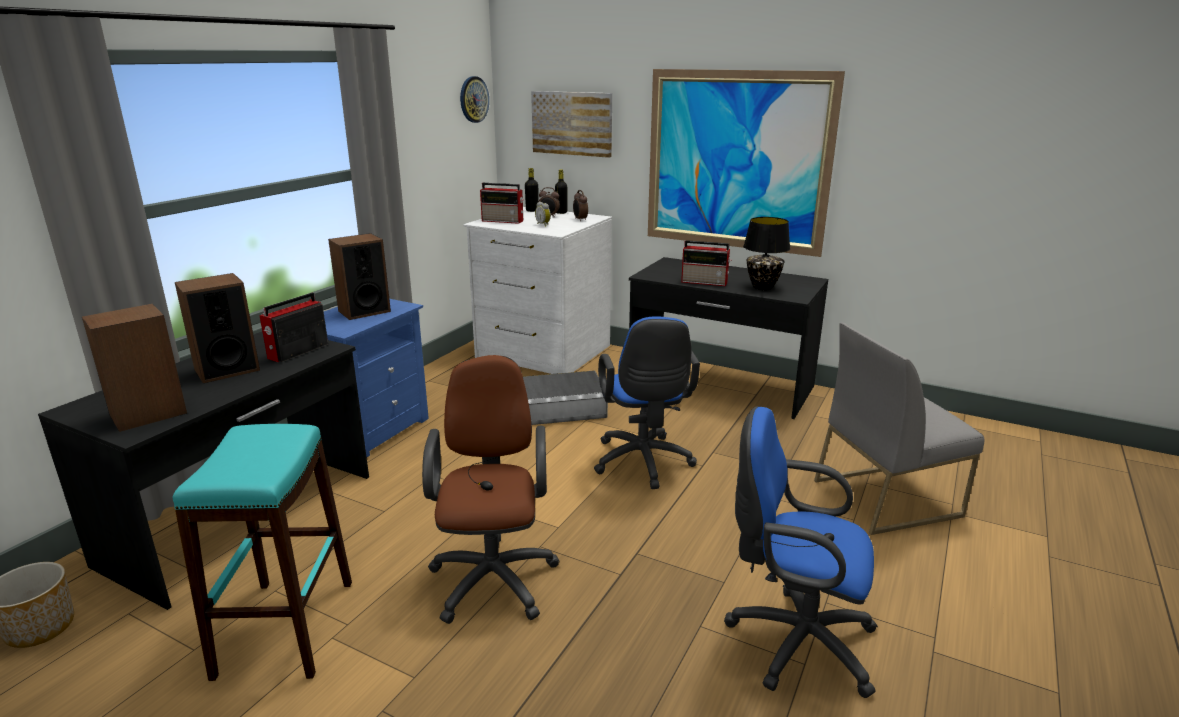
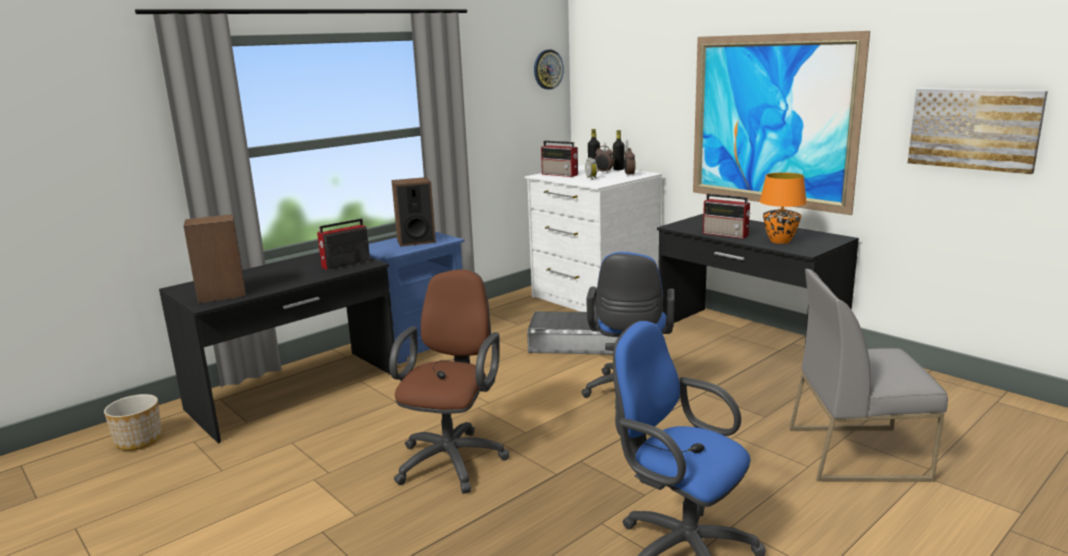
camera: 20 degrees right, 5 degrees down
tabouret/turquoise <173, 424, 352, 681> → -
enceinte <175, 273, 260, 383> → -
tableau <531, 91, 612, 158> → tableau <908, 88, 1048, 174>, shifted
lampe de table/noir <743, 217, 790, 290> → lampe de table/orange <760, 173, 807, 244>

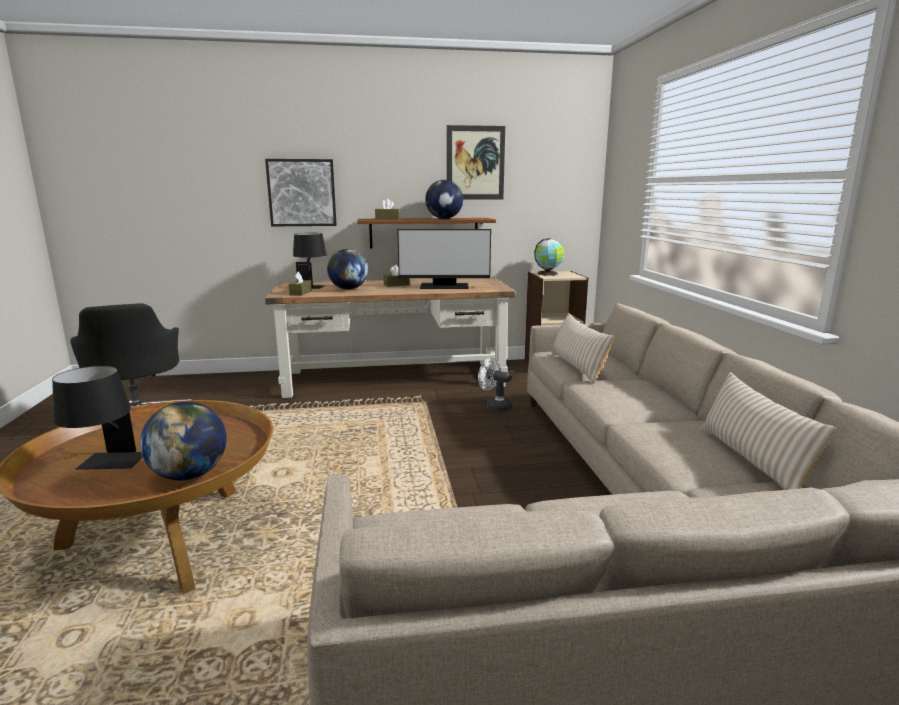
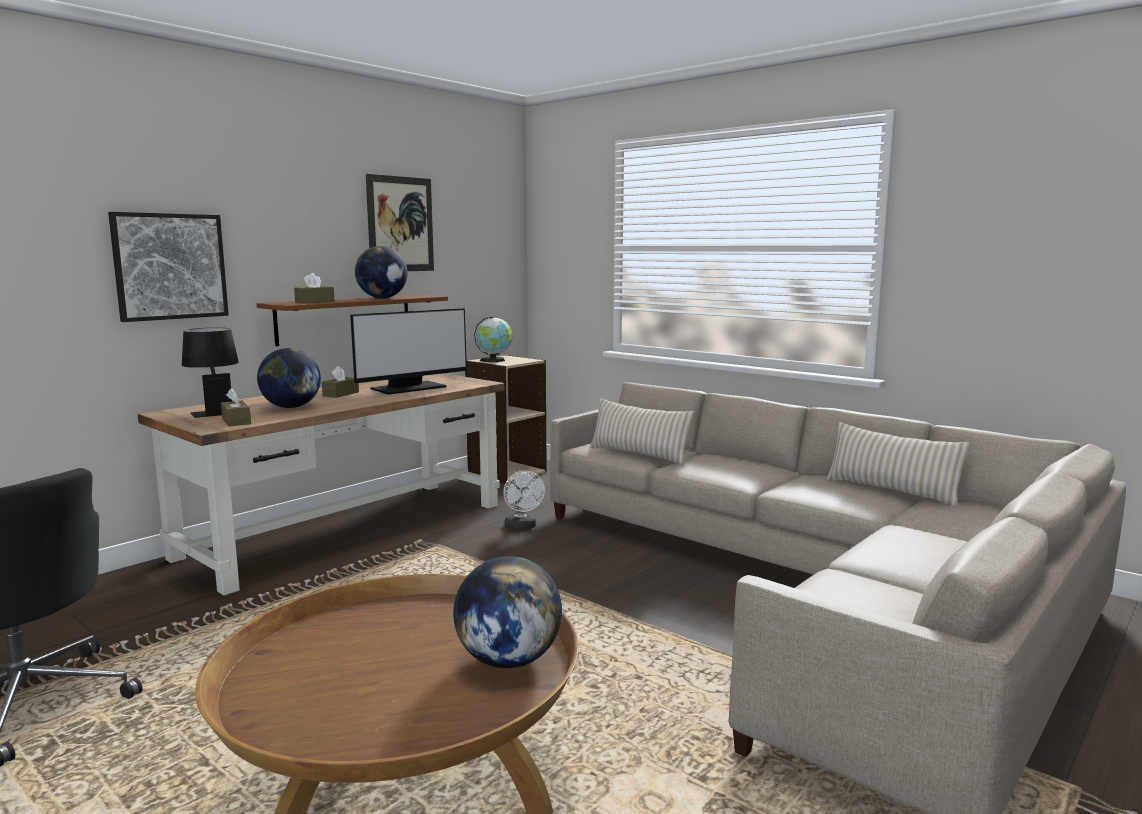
camera: 40 degrees left, 5 degrees down
lampe de table/noir <52, 366, 143, 470> → -
ventilateur/blanc <478, 358, 512, 411> → ventilateur/blanc <503, 470, 545, 530>, 105 degrees counterclockwise

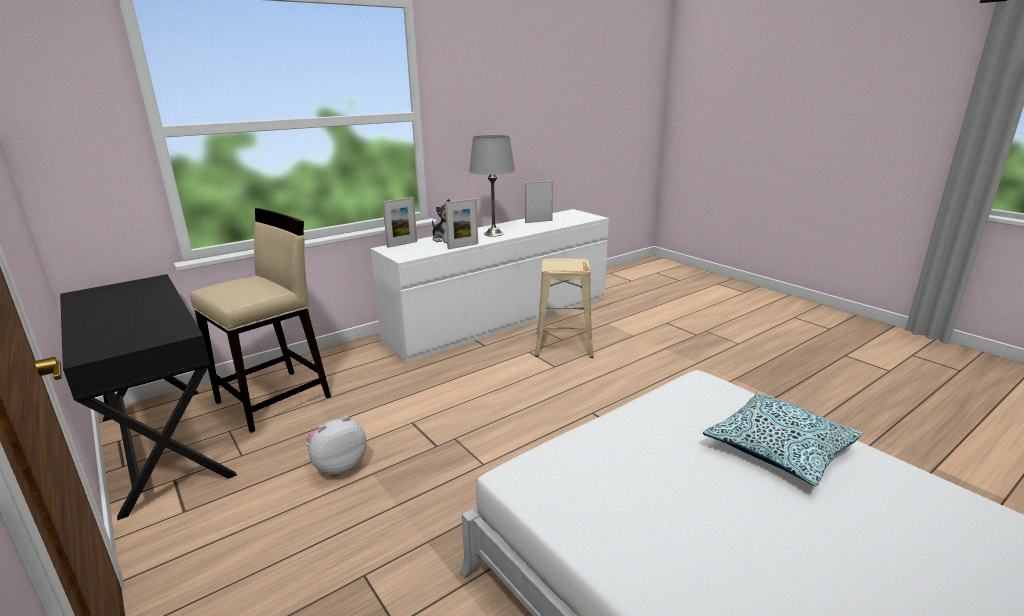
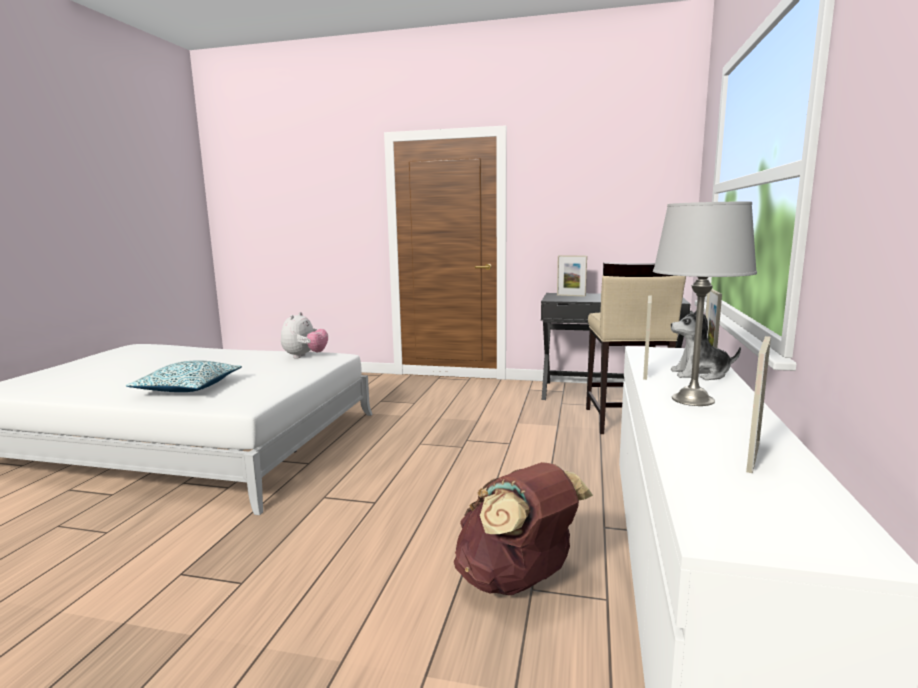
camera: 140 degrees right, 10 degrees down
peluche <306, 416, 367, 477> → peluche <281, 312, 328, 359>, shifted
tabouret/beige <535, 258, 593, 358> → sac à dos/marron <454, 462, 593, 595>
- → cadre photo <557, 255, 587, 297>

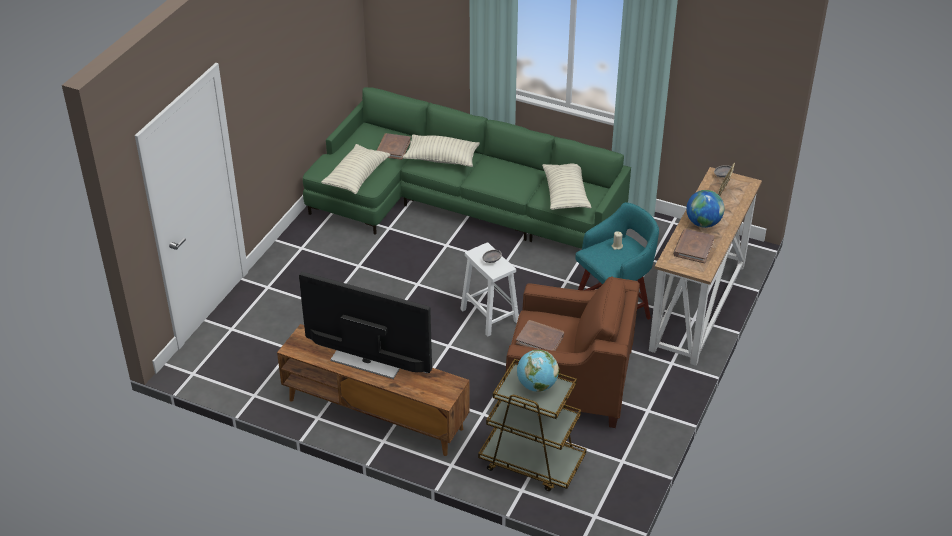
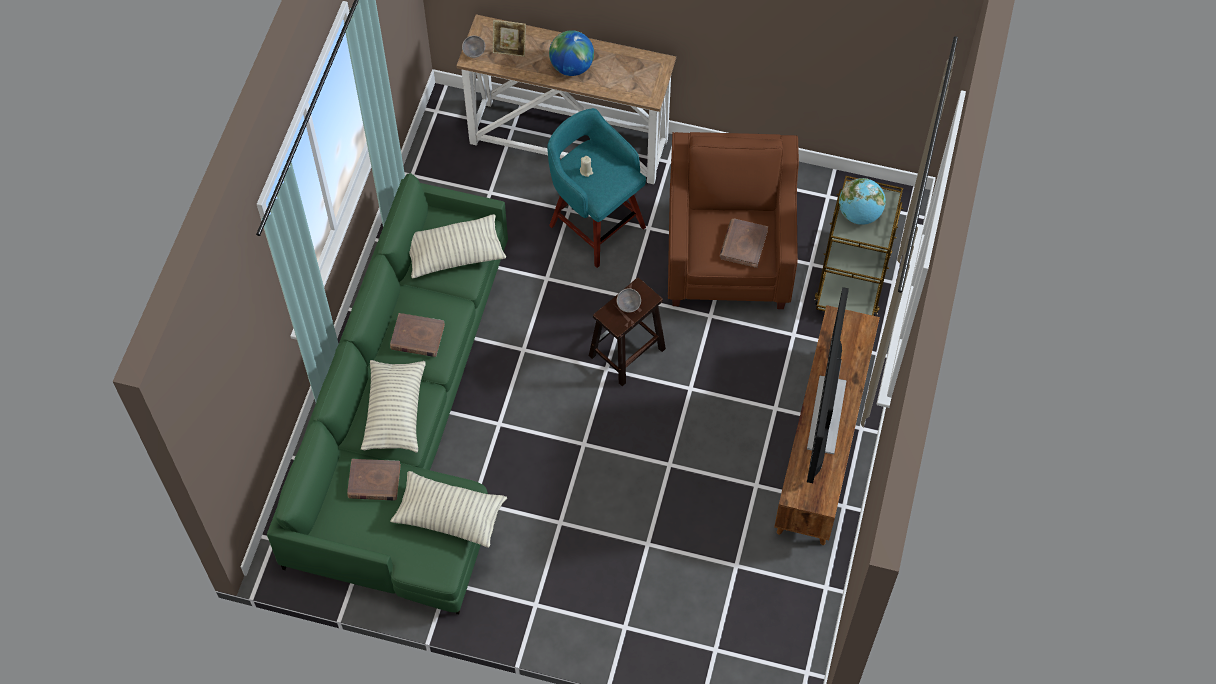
camera: 100 degrees left, 20 degrees up
tabouret/blanc <460, 242, 519, 337> → tabouret/marron <589, 278, 666, 386>
livre/marron <673, 229, 714, 263> → livre/marron <390, 313, 445, 357>, shifted

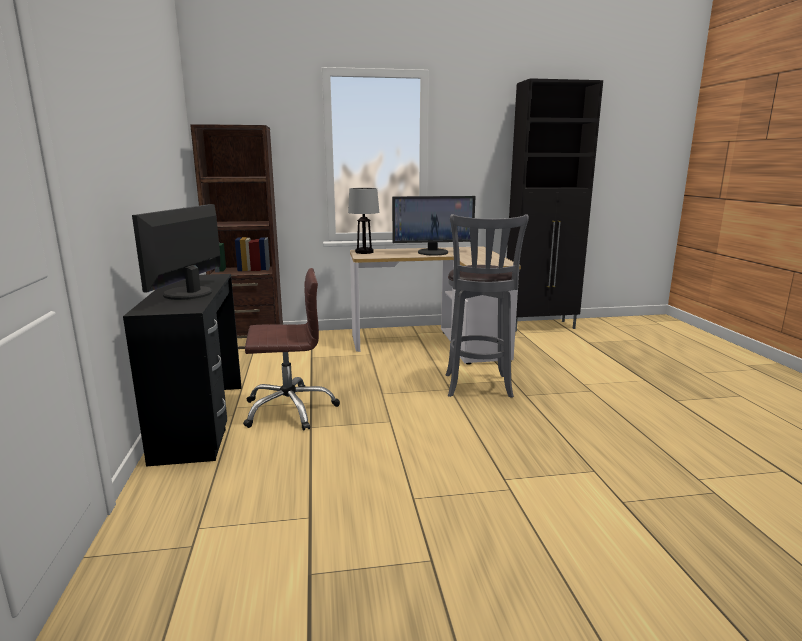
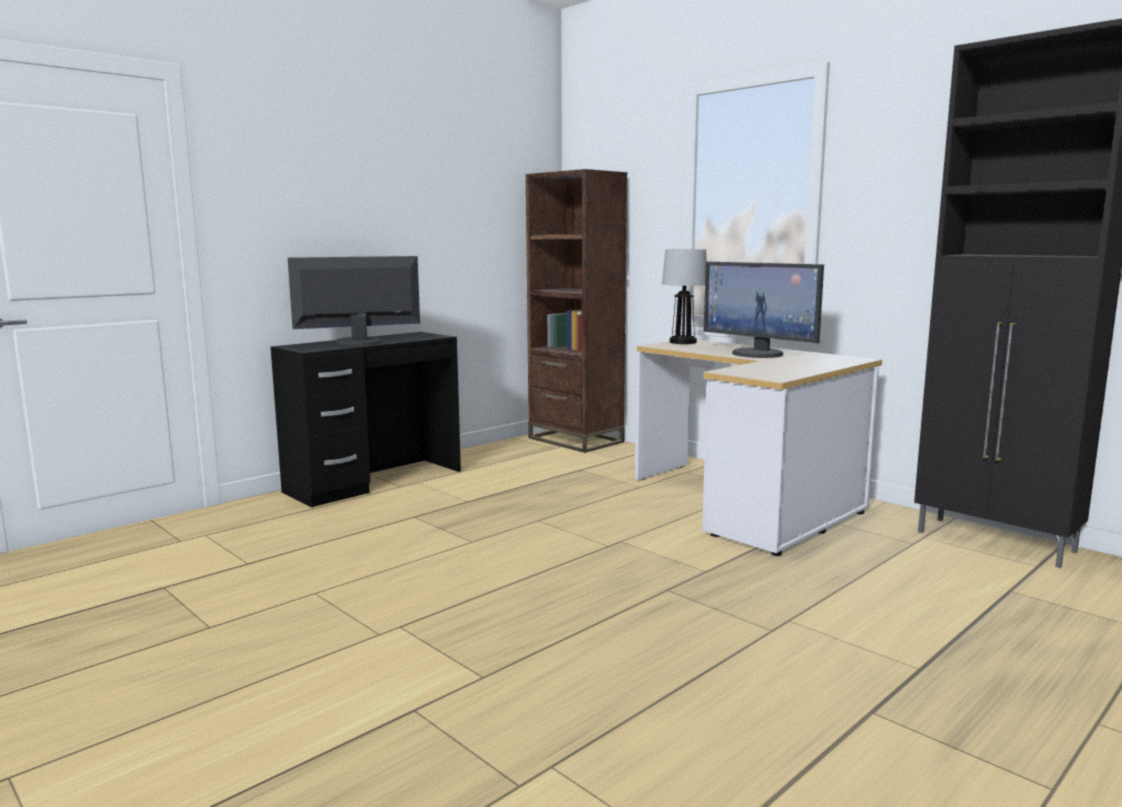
camera: 55 degrees right, 5 degrees down
chaise de bureau/marron <243, 268, 340, 431> → -
tabouret/gris <446, 214, 529, 398> → -

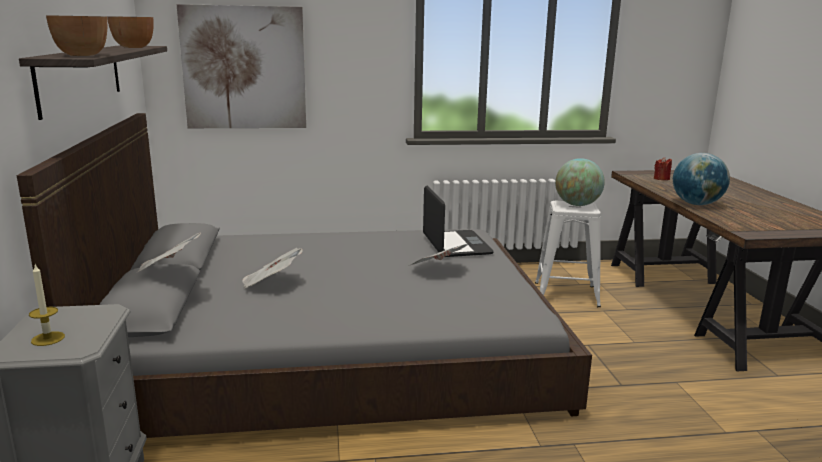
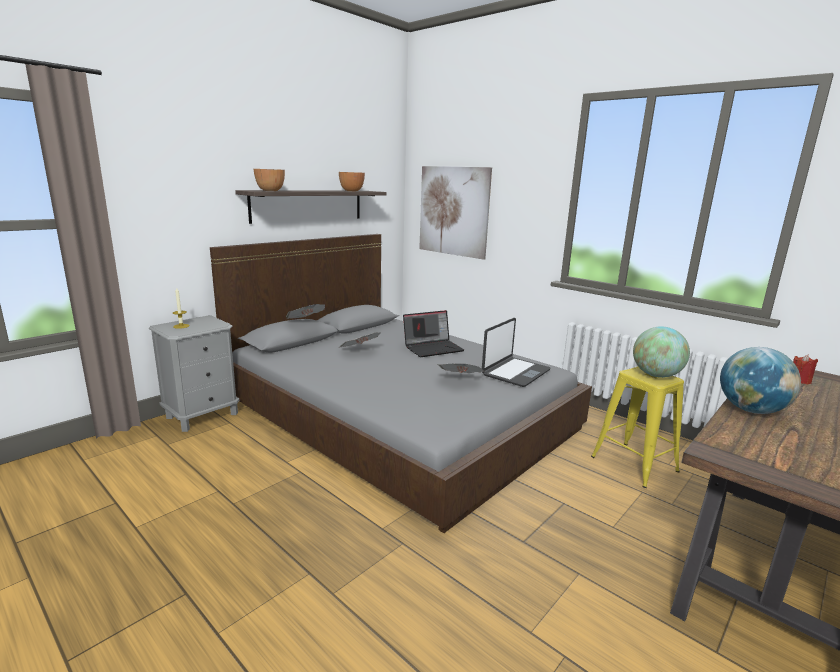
camera: 50 degrees right, 0 degrees up
tabouret/blanc <535, 201, 601, 307> → tabouret/jaune <591, 366, 684, 488>
- → ordinateur portable <403, 310, 464, 357>

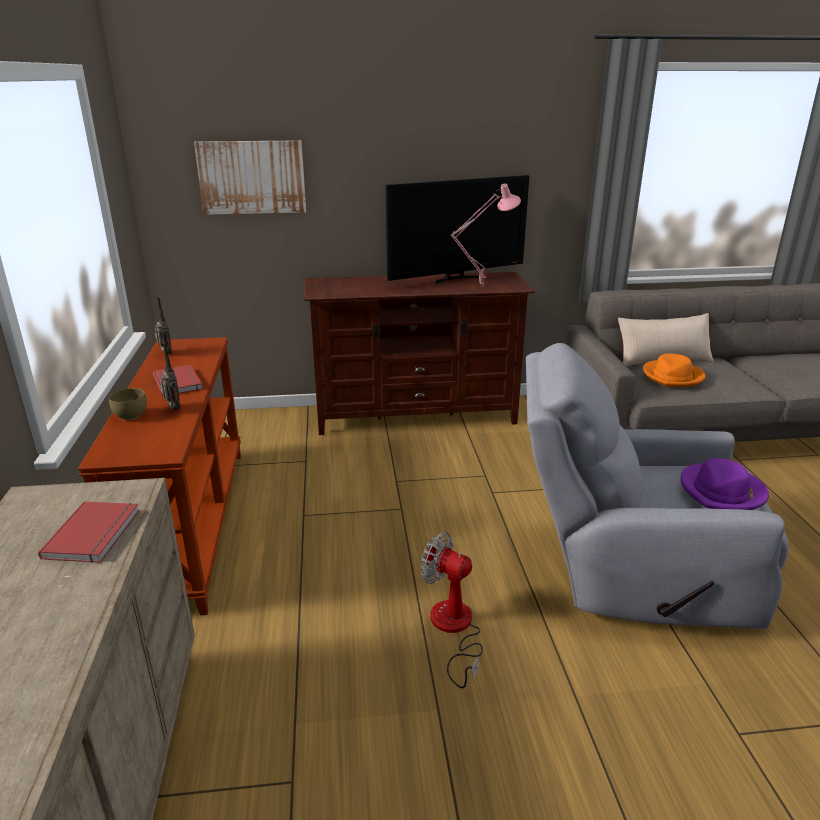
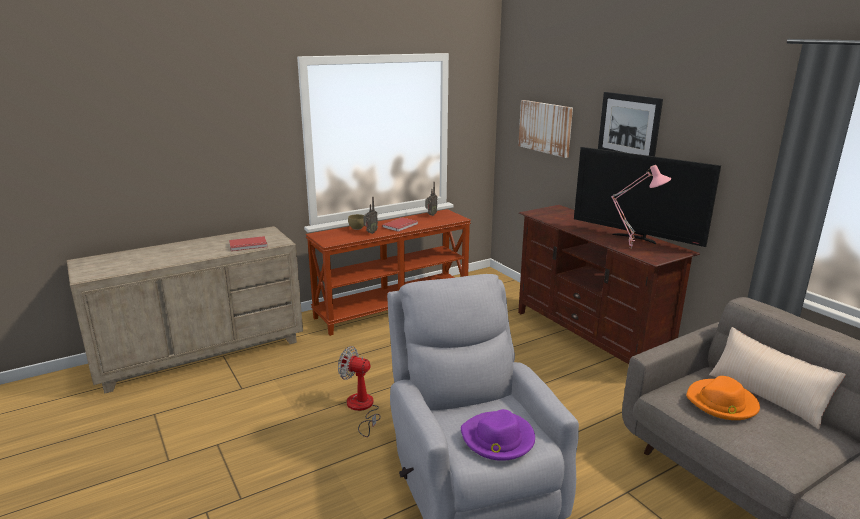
camera: 65 degrees right, 5 degrees down
ventilateur <421, 532, 483, 688> → ventilateur <338, 346, 380, 437>, 75 degrees counterclockwise
- → tableau <598, 92, 663, 157>

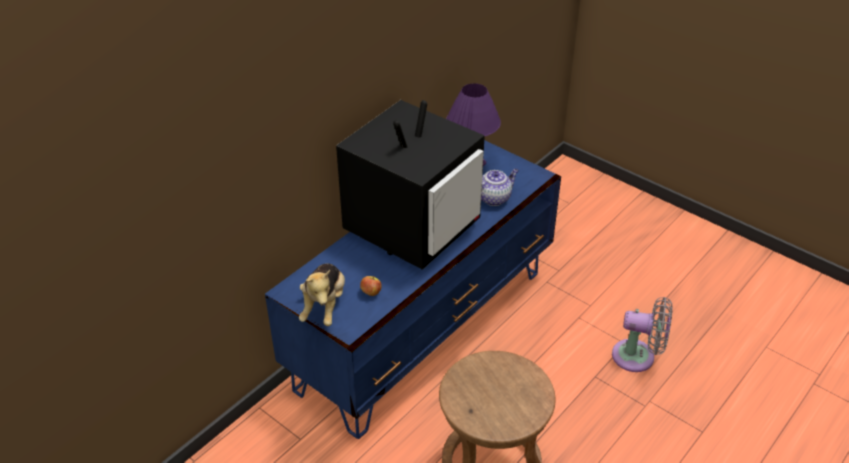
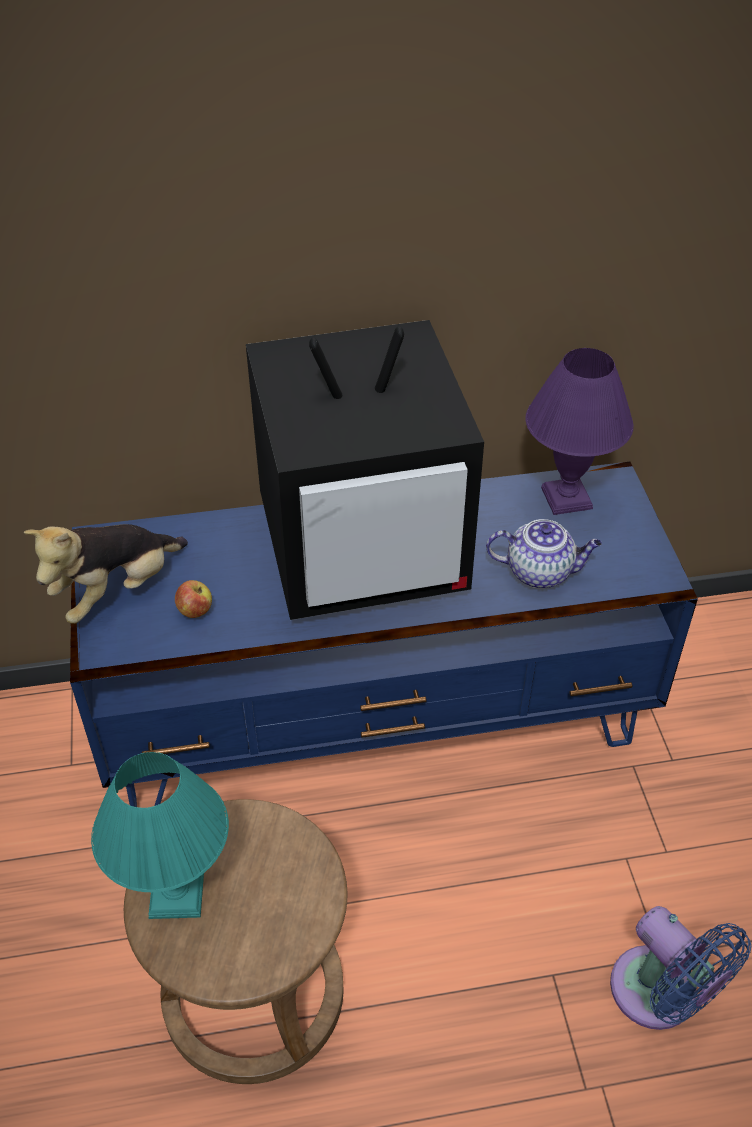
camera: 40 degrees right, 5 degrees up
ventilateur/gris <612, 297, 673, 372> → ventilateur/bleu <610, 906, 751, 1030>
- → lampe de table/turquoise <91, 752, 229, 919>

